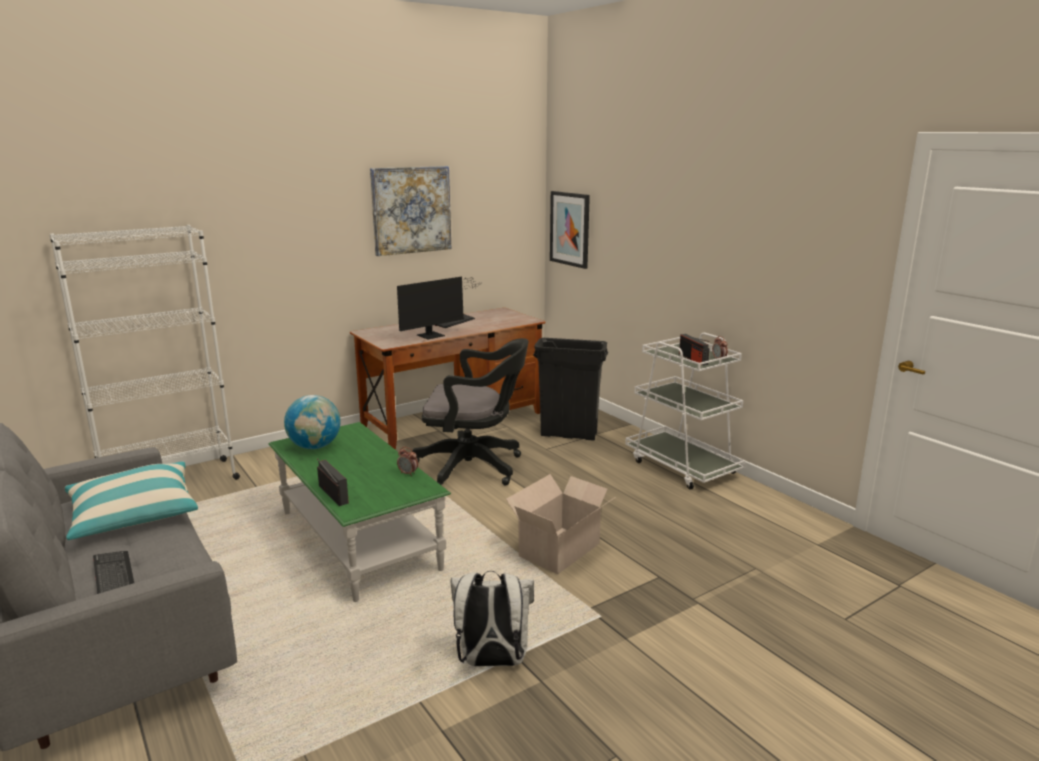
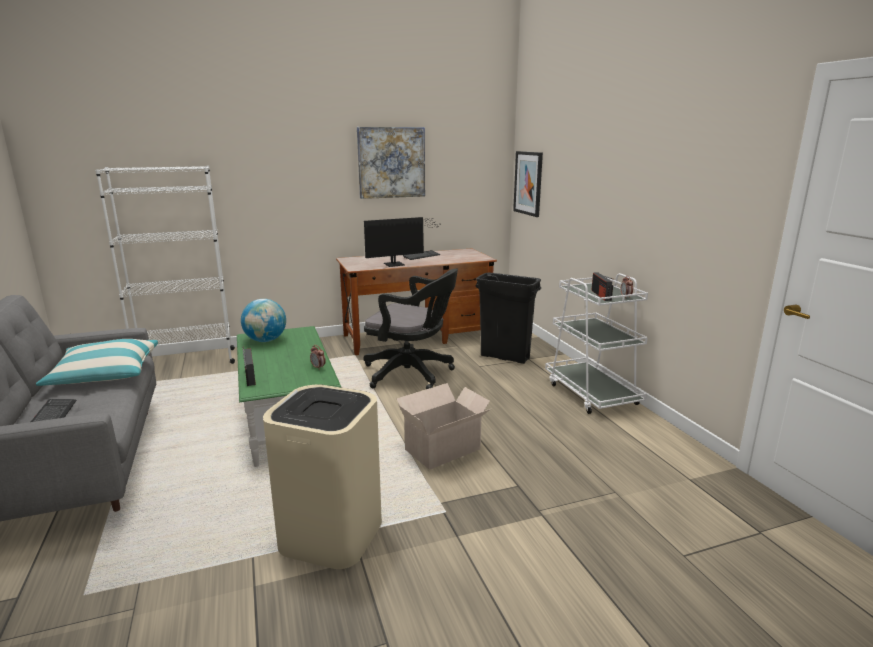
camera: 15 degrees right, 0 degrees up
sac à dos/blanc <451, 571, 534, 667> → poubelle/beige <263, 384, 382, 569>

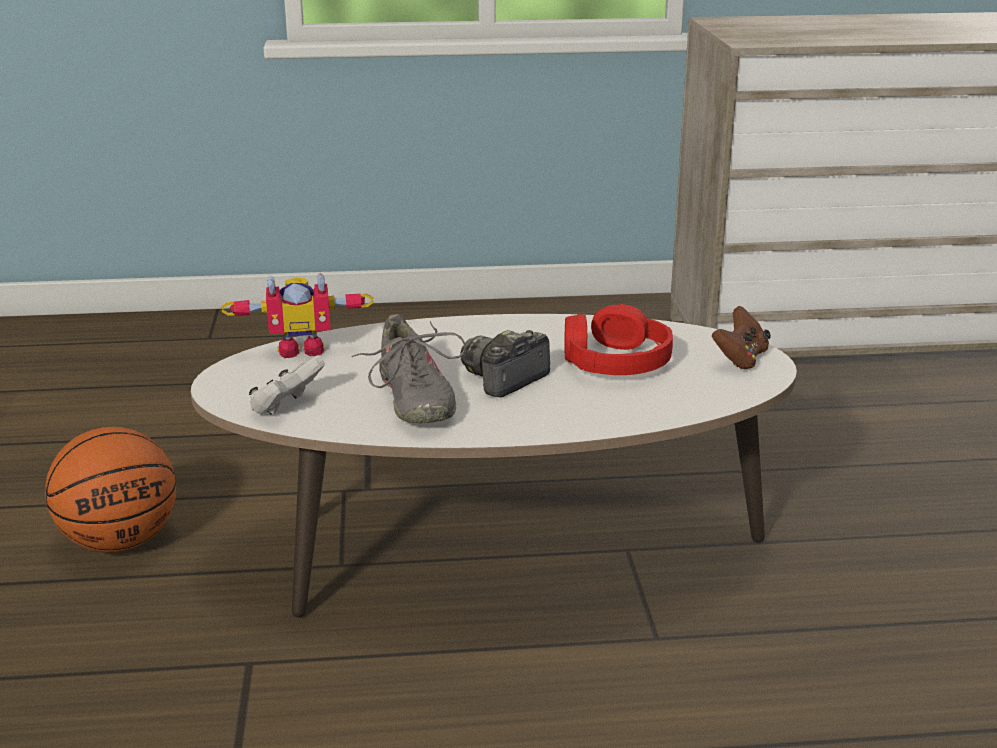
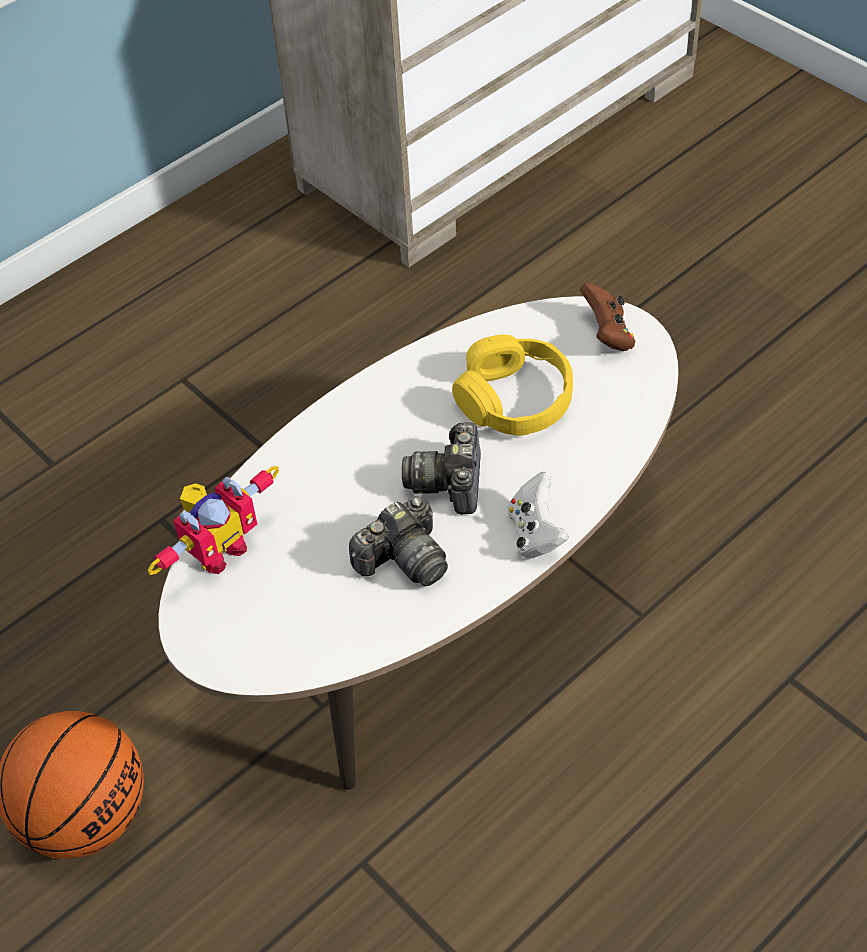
camera: 35 degrees left, 25 degrees up
manette/blanc <249, 355, 325, 415> → manette/blanc <507, 472, 569, 559>, shifted
chaussure/gris <352, 314, 466, 424> → appareil photo <349, 496, 448, 586>
casque audio/rouge <564, 304, 673, 375> → casque audio/jaune <452, 334, 573, 436>

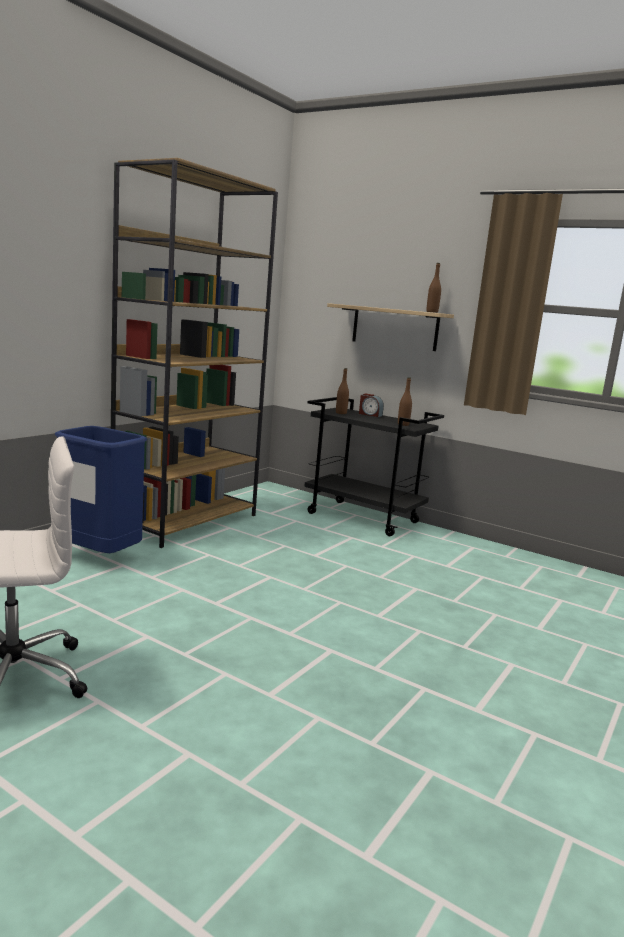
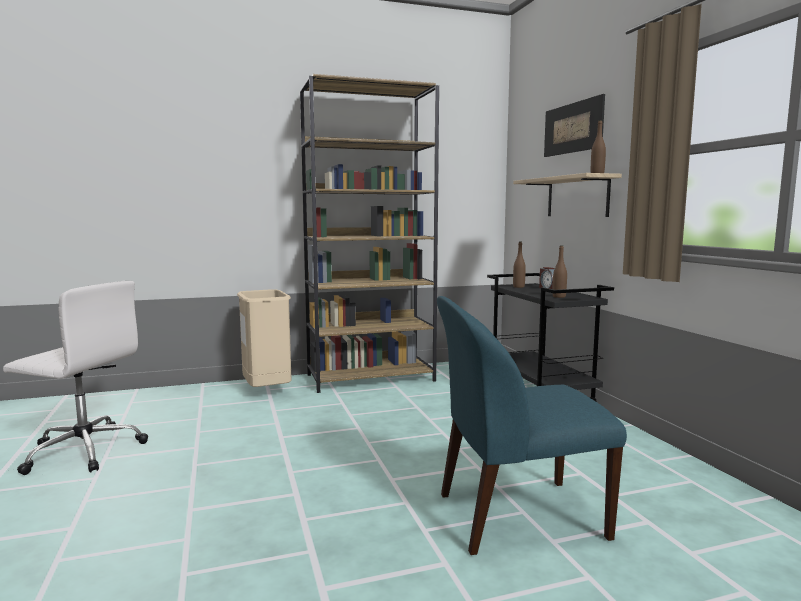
camera: 40 degrees right, 5 degrees down
poubelle/bleu <55, 426, 147, 553> → poubelle/beige <237, 289, 292, 387>
- → chaise/bleu <437, 296, 627, 555>
- → tableau <544, 94, 605, 157>

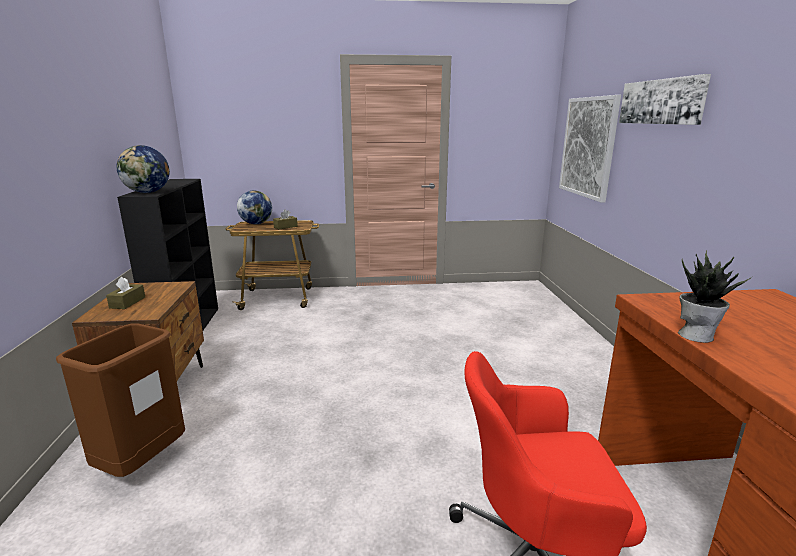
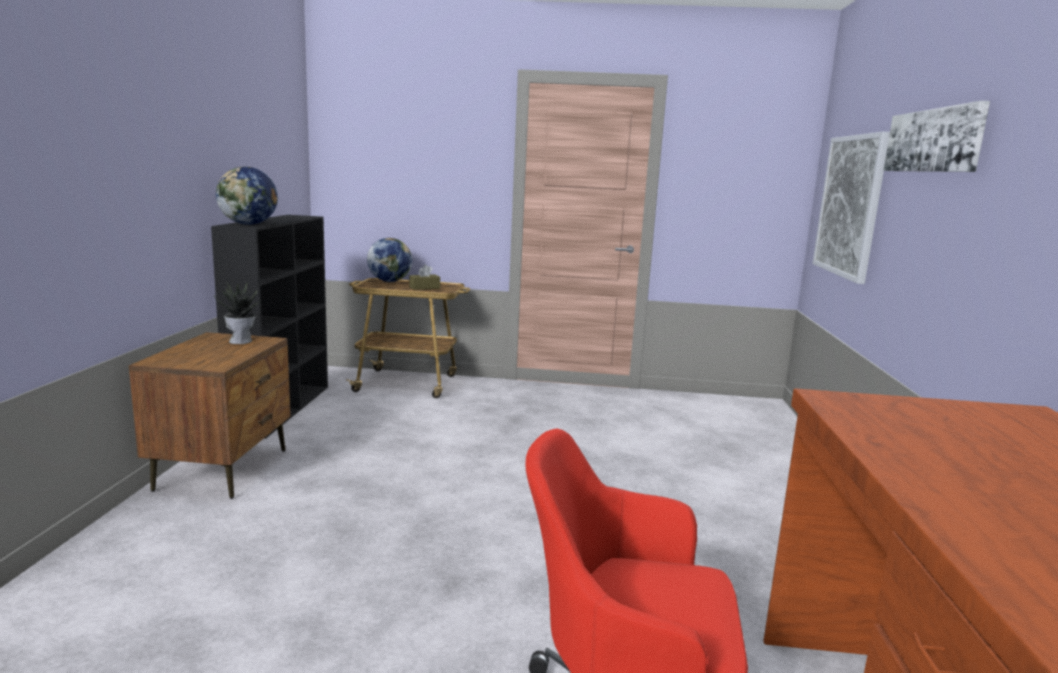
camera: 10 degrees right, 5 degrees down
poubelle/marron <56, 323, 185, 477> → -
boîte à mouchoirs/marron <106, 277, 145, 309> → -
plante en pot <678, 250, 752, 343> → plante en pot <214, 281, 260, 344>, shifted

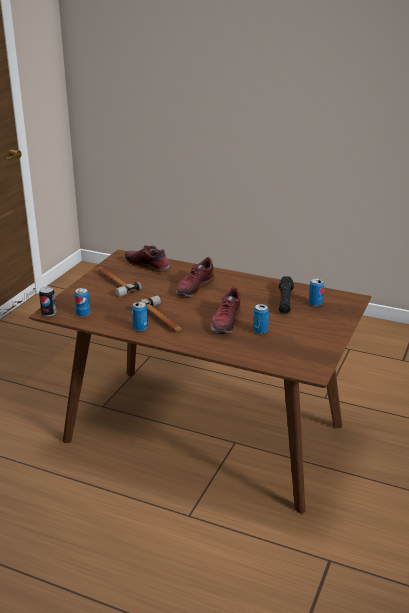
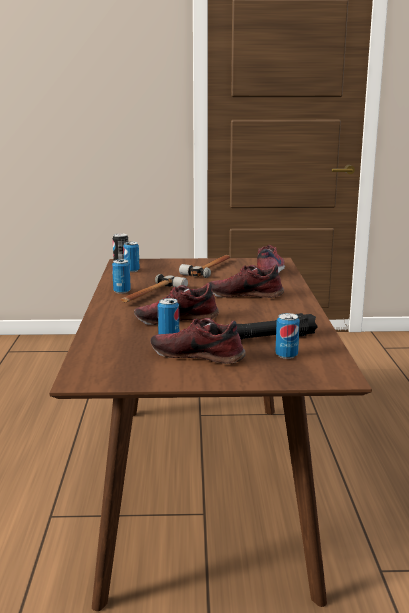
camera: 65 degrees right, 10 degrees down
- → chaussure <150, 318, 246, 364>

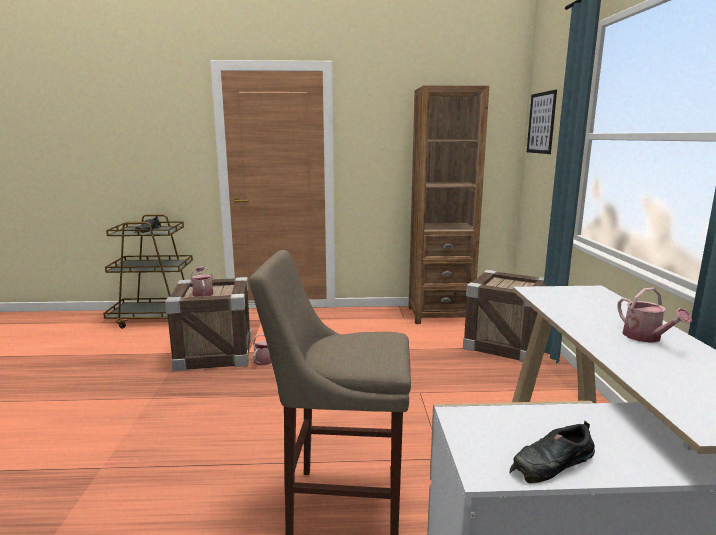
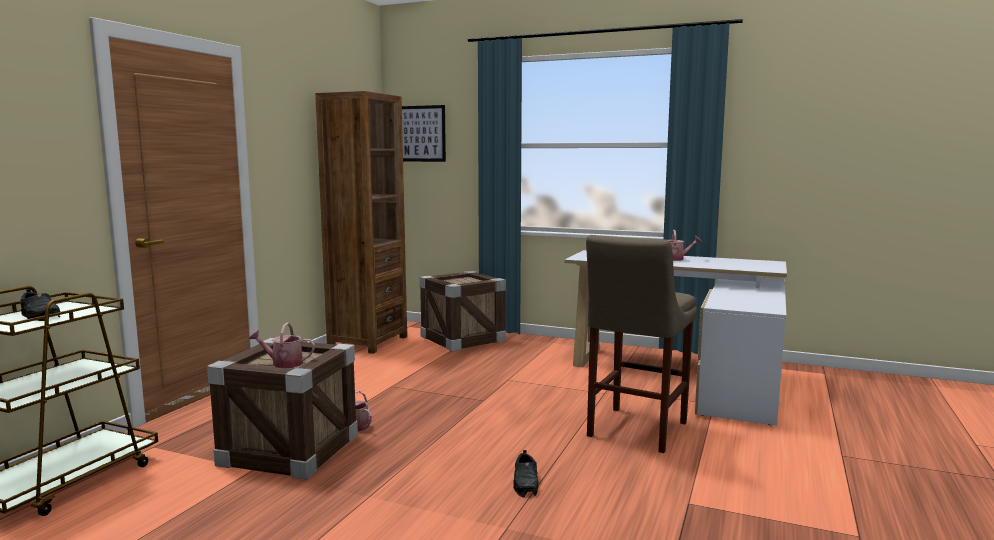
camera: 65 degrees left, 5 degrees down
chaussure/noir <510, 421, 595, 484> → chaussure/noir <513, 450, 538, 498>, shifted

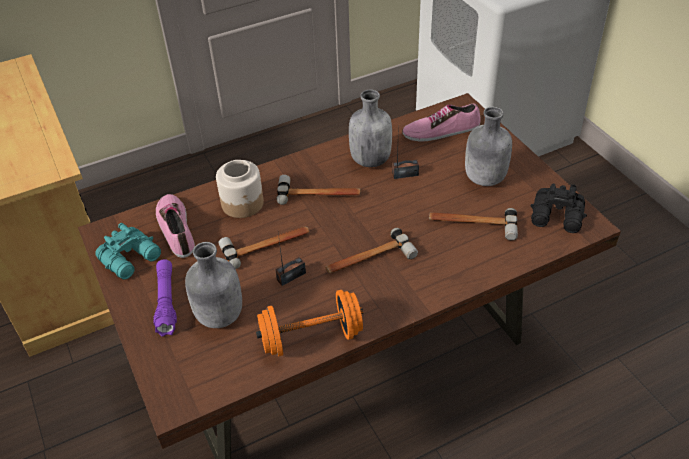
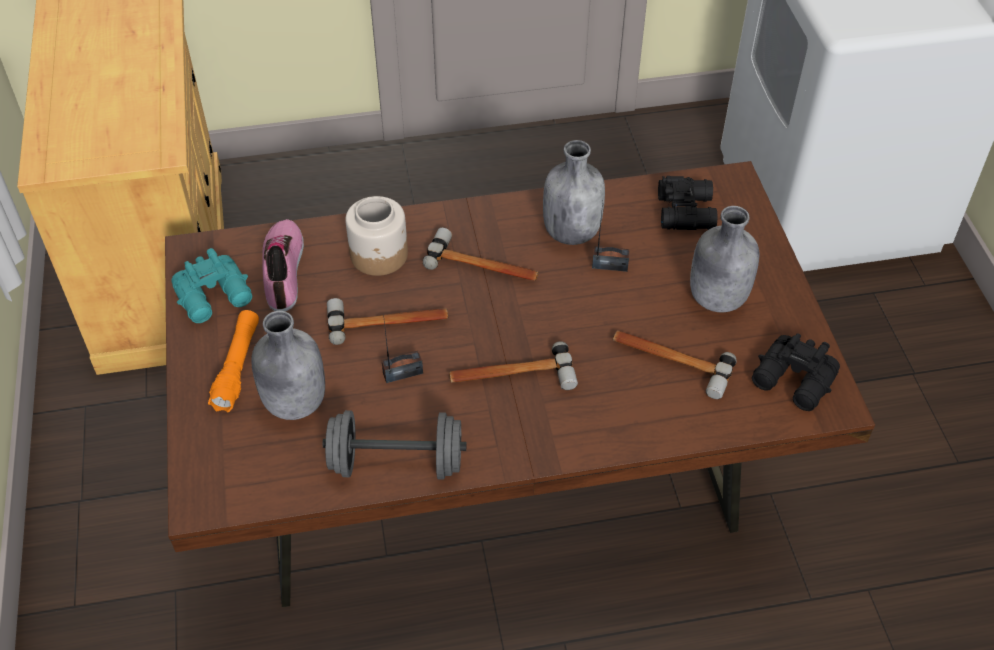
camera: 15 degrees right, 5 degrees up
lampe de poche/violet <153, 259, 177, 337> → lampe de poche/orange <208, 310, 259, 412>
haltère/orange <256, 290, 363, 356> → haltère/gris <323, 410, 466, 480>
chaussure <402, 104, 481, 142> → jumelles/noir <658, 176, 717, 230>

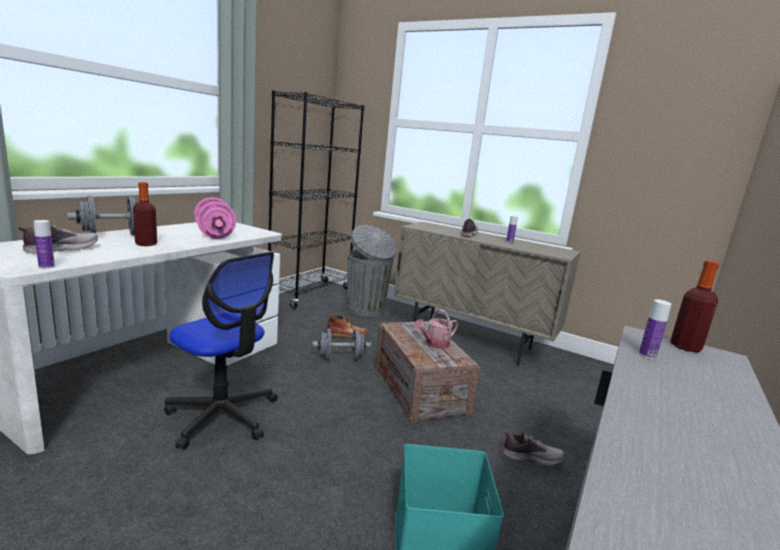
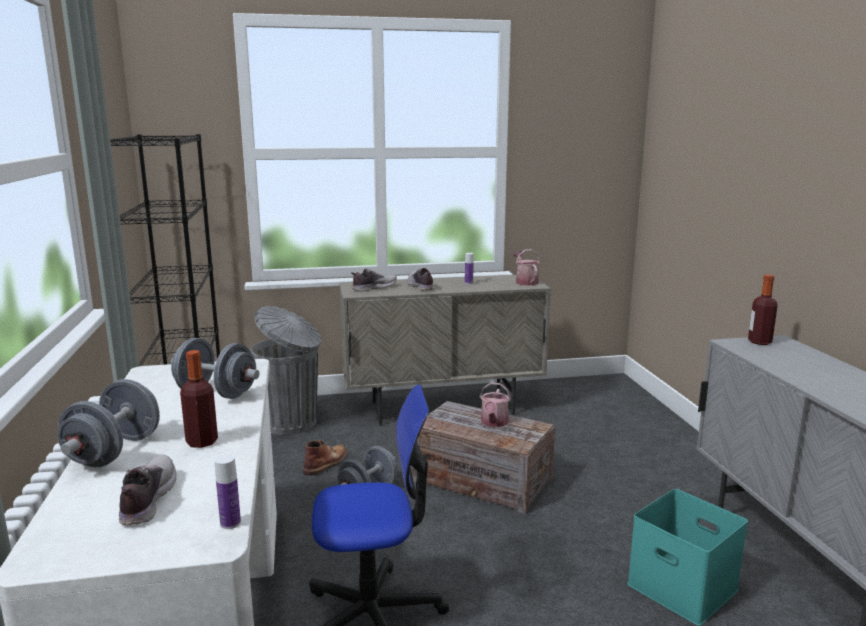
camera: 40 degrees left, 0 degrees up
haltère/rose <194, 197, 236, 239> → haltère/gris <171, 338, 259, 399>
chaussure <502, 431, 564, 466> → chaussure <351, 269, 397, 291>, shifted
bouteille <639, 299, 672, 359> → -
- → arrosoir <514, 249, 540, 286>

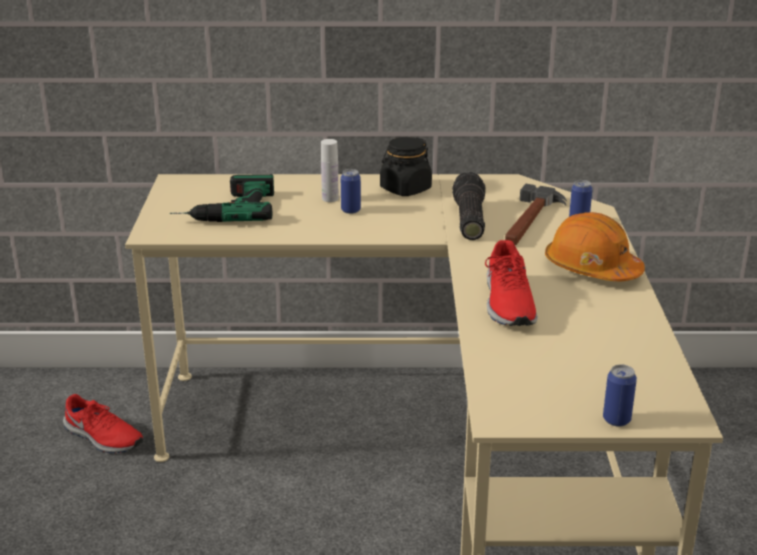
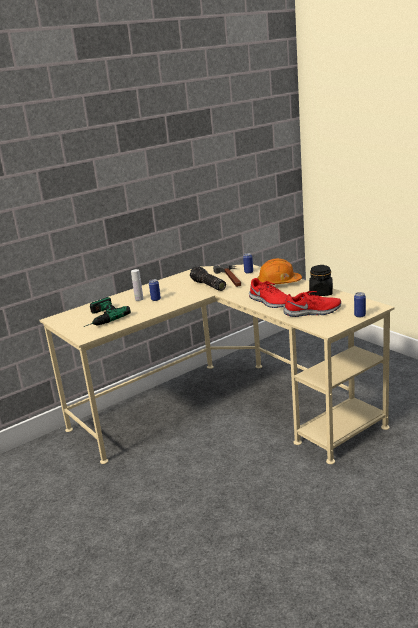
camera: 35 degrees left, 5 degrees down
chaussure/rouge <63, 394, 144, 453> → chaussure/rouge <283, 291, 341, 317>, shifted
bocal/noir <380, 137, 432, 196> → bocal/noir <309, 265, 333, 296>, shifted

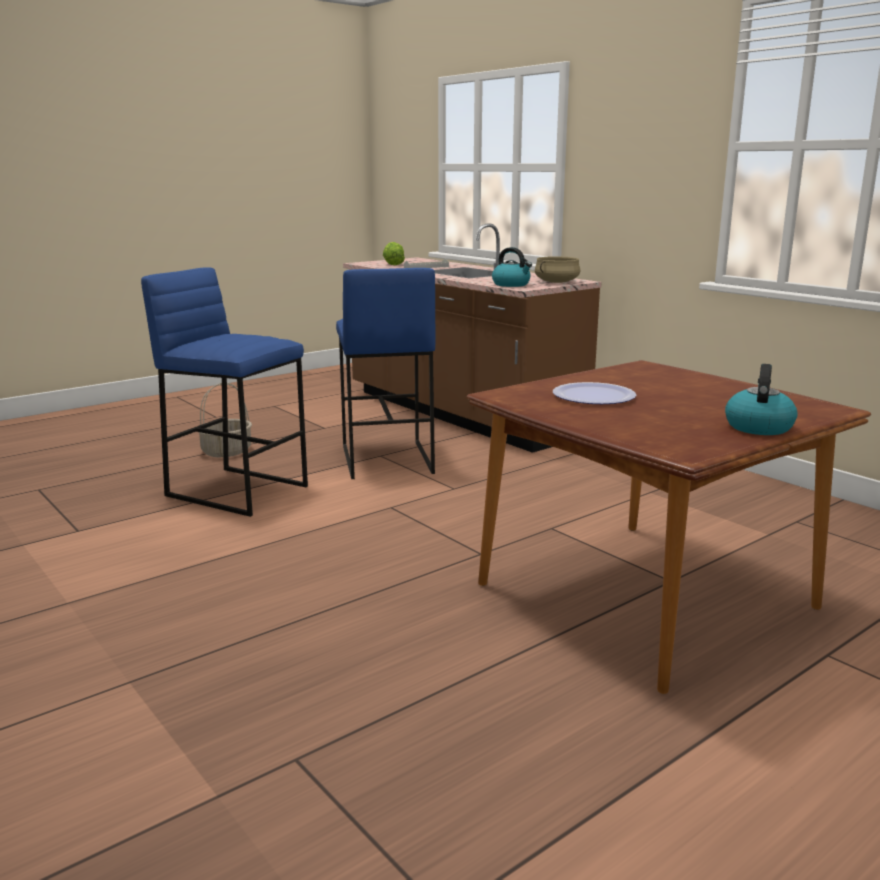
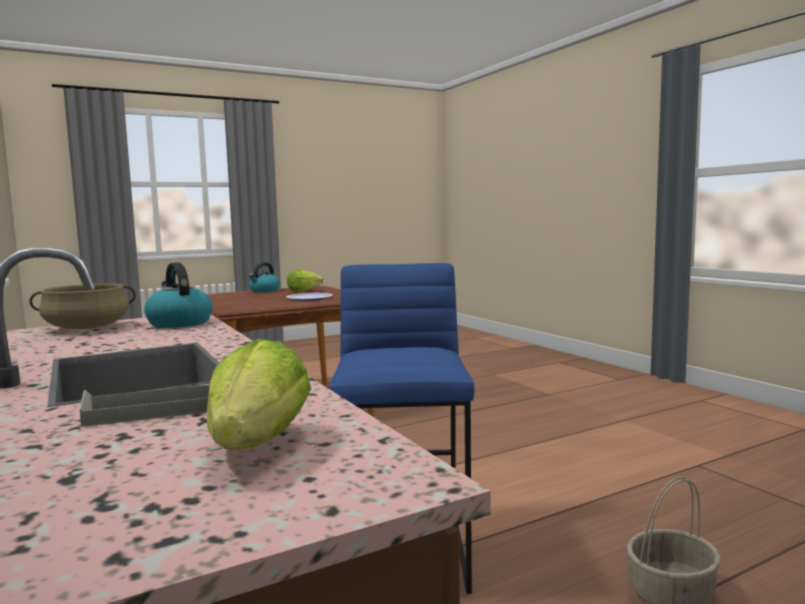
camera: 170 degrees left, 10 degrees down
tabouret/bleu <141, 267, 308, 517> → -
- → laitue <287, 270, 323, 292>

